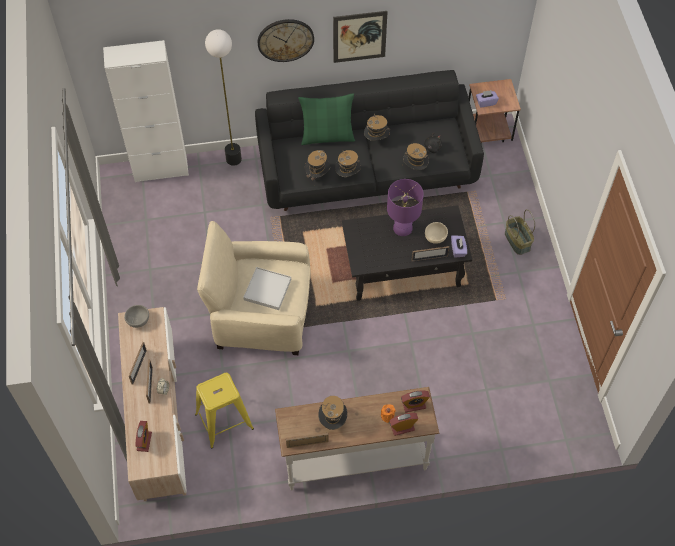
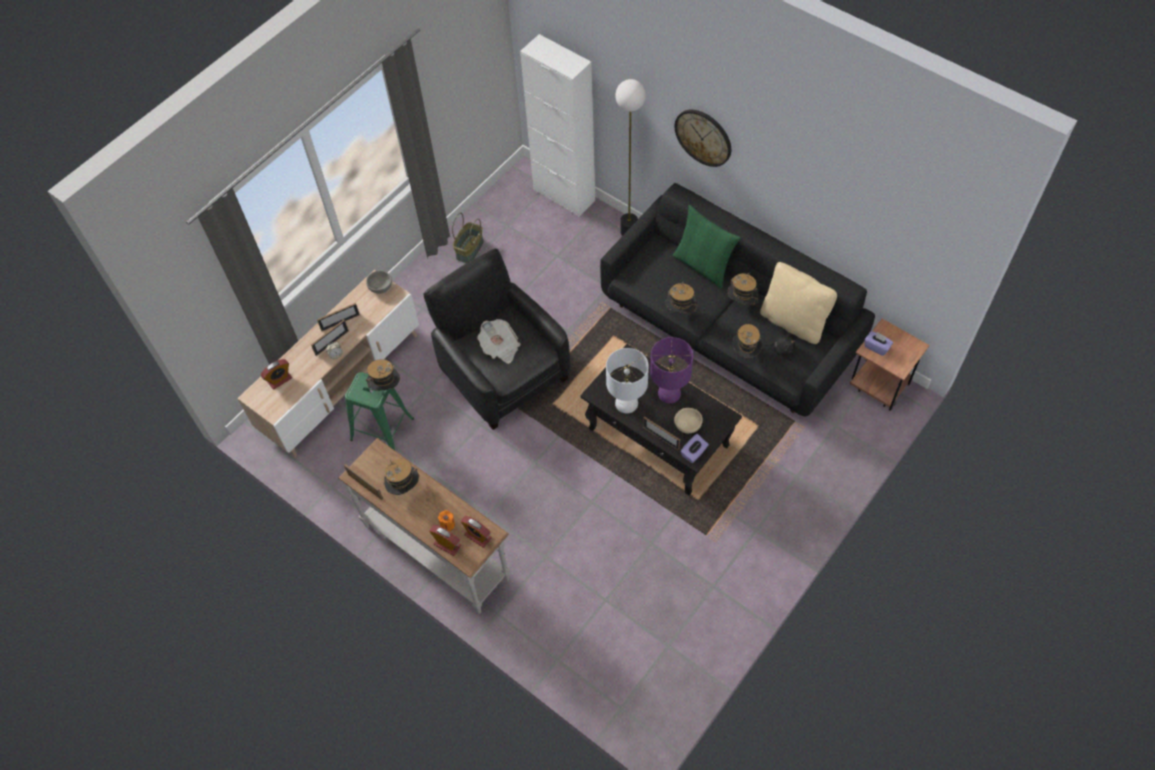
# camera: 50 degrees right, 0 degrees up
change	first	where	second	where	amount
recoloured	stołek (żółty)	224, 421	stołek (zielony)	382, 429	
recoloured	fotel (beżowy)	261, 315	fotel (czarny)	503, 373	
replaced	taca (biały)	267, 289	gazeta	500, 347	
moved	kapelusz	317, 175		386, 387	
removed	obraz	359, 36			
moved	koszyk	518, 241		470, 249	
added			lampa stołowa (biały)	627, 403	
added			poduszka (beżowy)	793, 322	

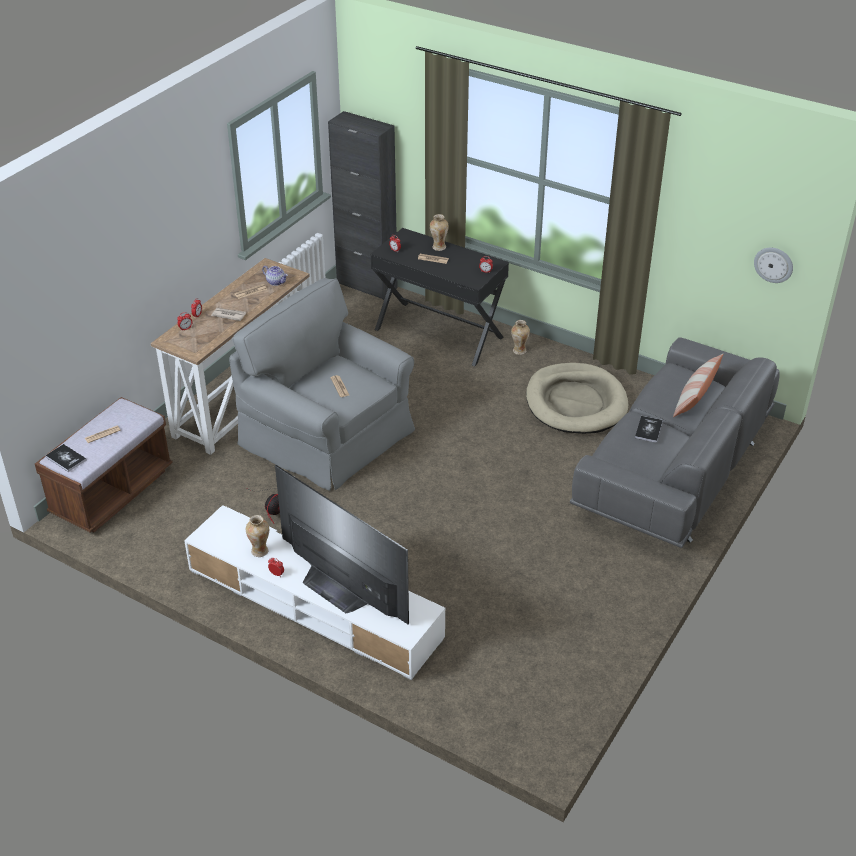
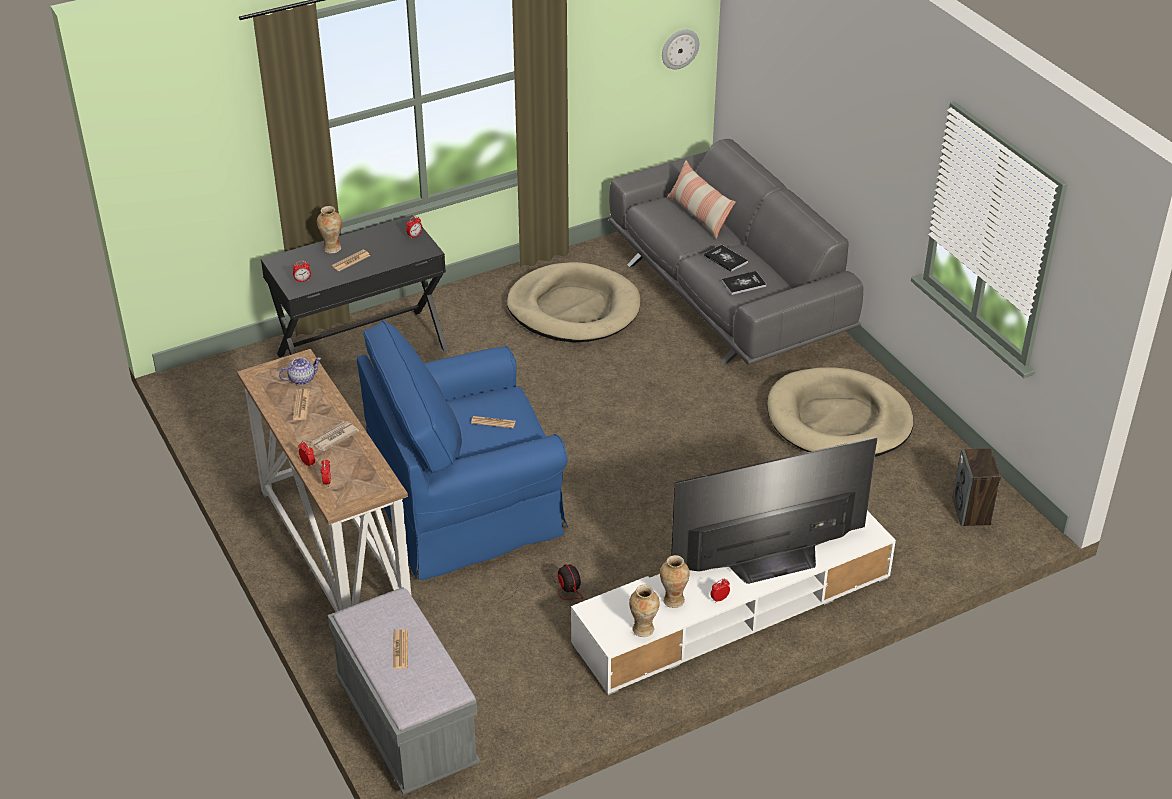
# camera: 60 degrees left, 0 degrees up
change	first	where	second	where	amount
recoloured	ławka (brązowy)	112, 492	ławka (szary)	406, 725	
moved	książka	66, 458		743, 284	
recoloured	fotel (szary)	329, 436	fotel (niebieski)	466, 502	
removed	szafka (czarny)	367, 285			
moved	wazon	519, 351		643, 630	
added			legowisko (beżowy)	838, 420	
added			głośnik	971, 512	

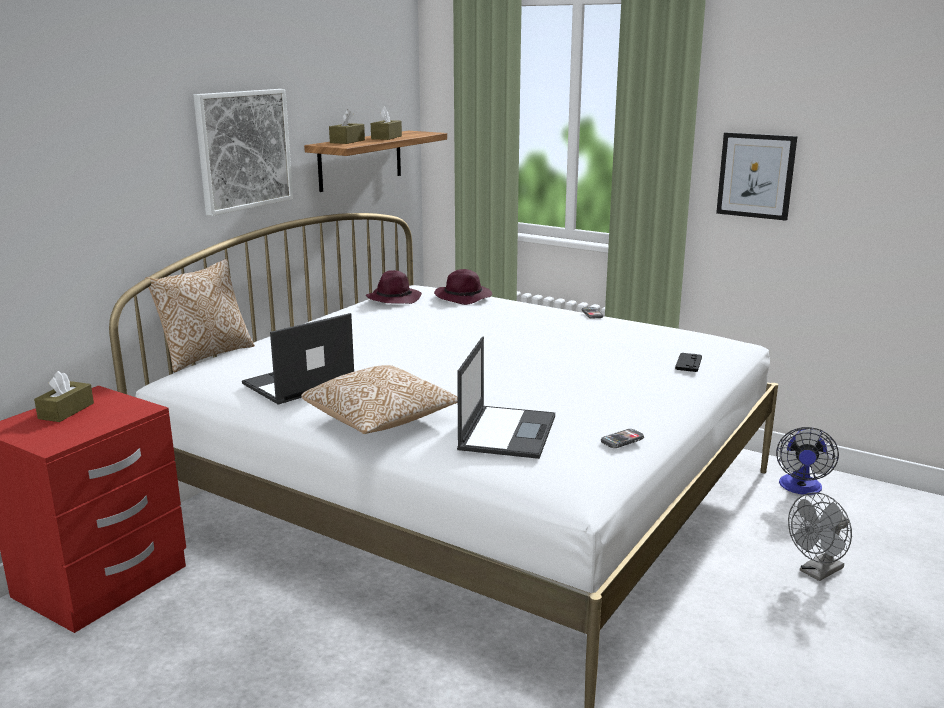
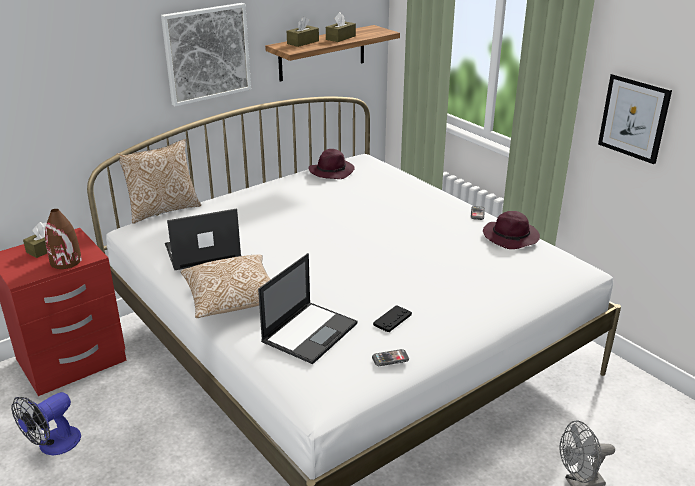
# camera: 20 degrees right, 10 degrees up
change	first	where	second	where	amount
moved	kapelusz (fioletowy)	464, 297		511, 237	
moved	pad do gier (czarny)	688, 363		392, 319	
moved	wentylator	800, 488		53, 445	
added			wazon (brązowy)	66, 261	

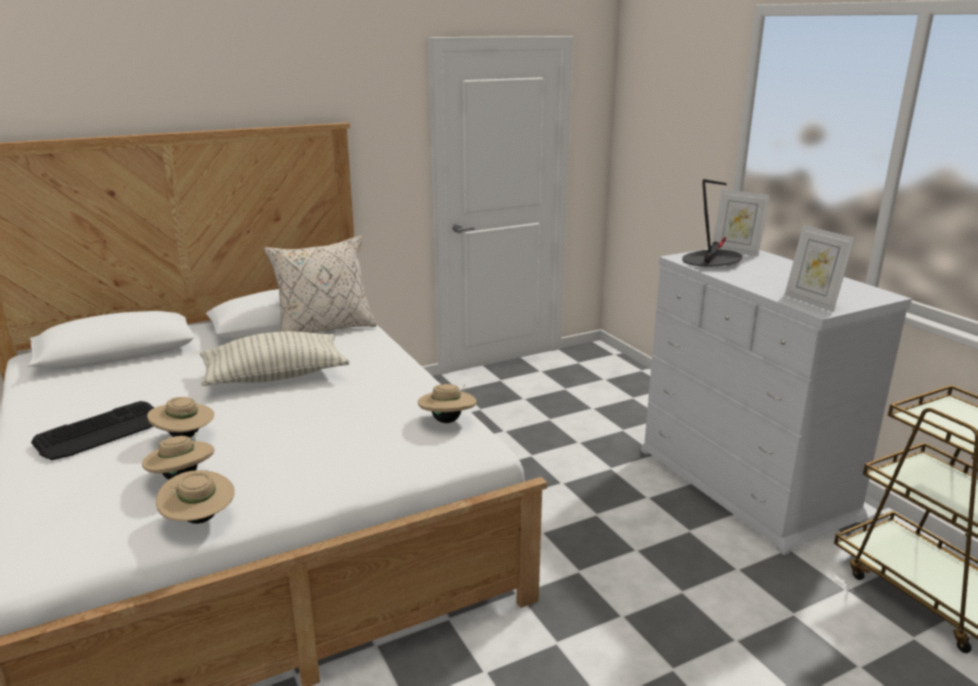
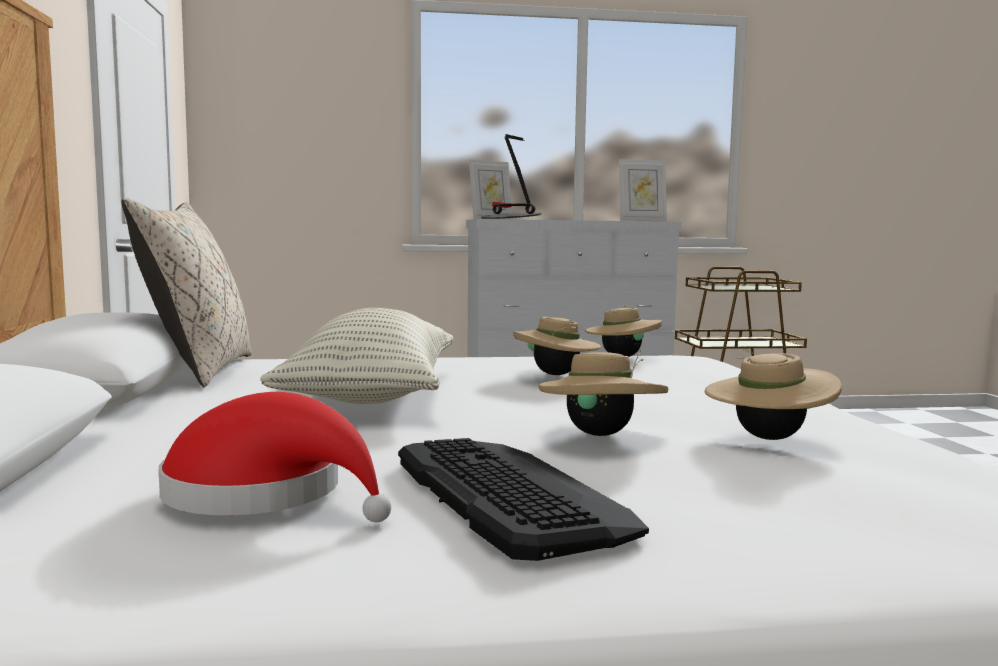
# camera: 70 degrees left, 15 degrees down
change	first	where	second	where	amount
moved	kapelusz (beżowy)	199, 519		556, 375	
added			kapelusz (czerwony)	266, 495	

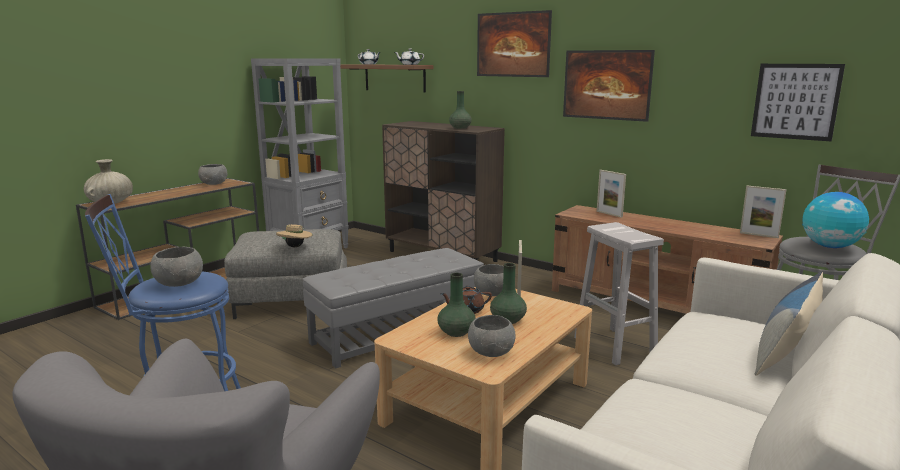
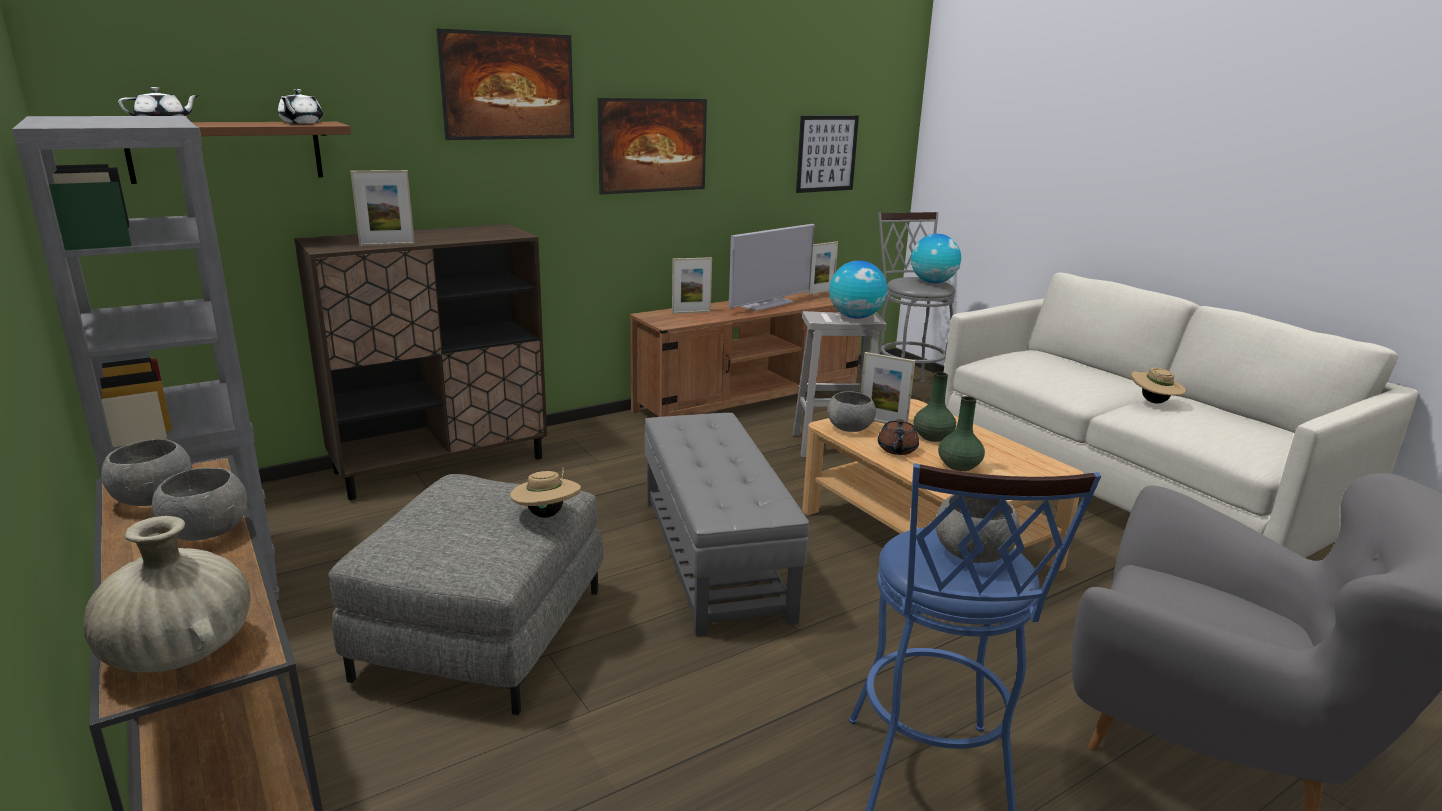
# camera: 70 degrees left, 5 degrees up
change	first	where	second	where	amount
removed	wazon (zielony)	460, 128			
moved	miska (szary)	491, 352		206, 531	
removed	poduszka	785, 351			
added			ramka na zdjęcie	387, 244	
added			telewizor	767, 304	
added			globus	855, 317	
added			kapelusz (beżowy)	1154, 402	

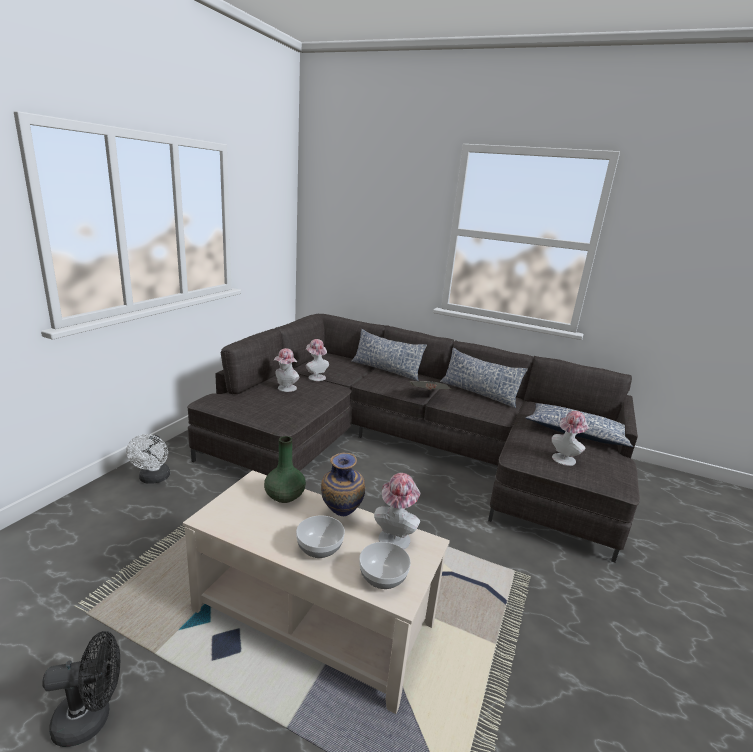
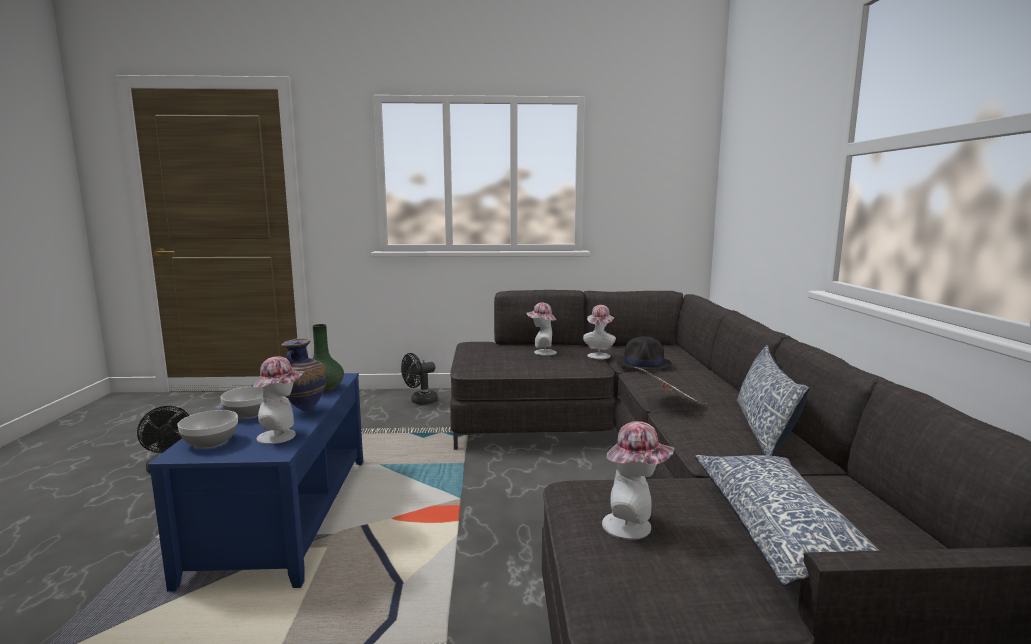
# camera: 65 degrees right, 10 degrees down
change	first	where	second	where	amount
recoloured	wentylator (biały)	153, 479	wentylator (czarny)	420, 402	
recoloured	ława (beżowy)	314, 617	ława (niebieski)	285, 514	
removed	poduszka	386, 369			
added			kapelusz (czarny)	644, 363	

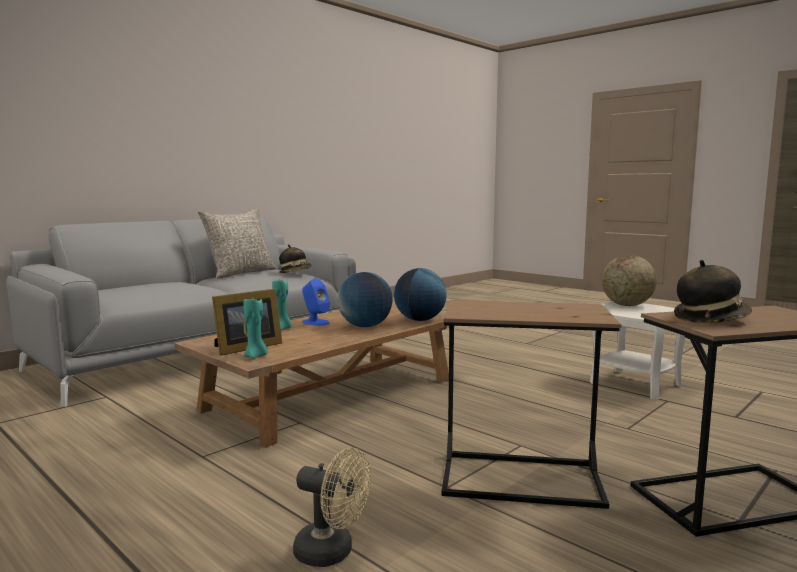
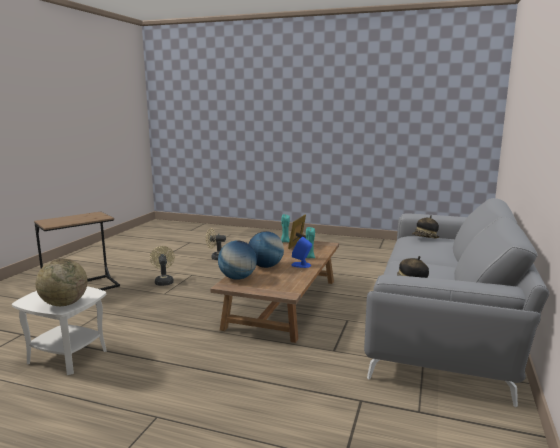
# camera: 155 degrees right, 5 degrees up
change	first	where	second	where	amount
removed	poduszka (szary)	240, 273			
replaced	stolik (brązowy)	521, 479	wentylator (beżowy)	163, 281	
moved	kapelusz	710, 319		425, 238	

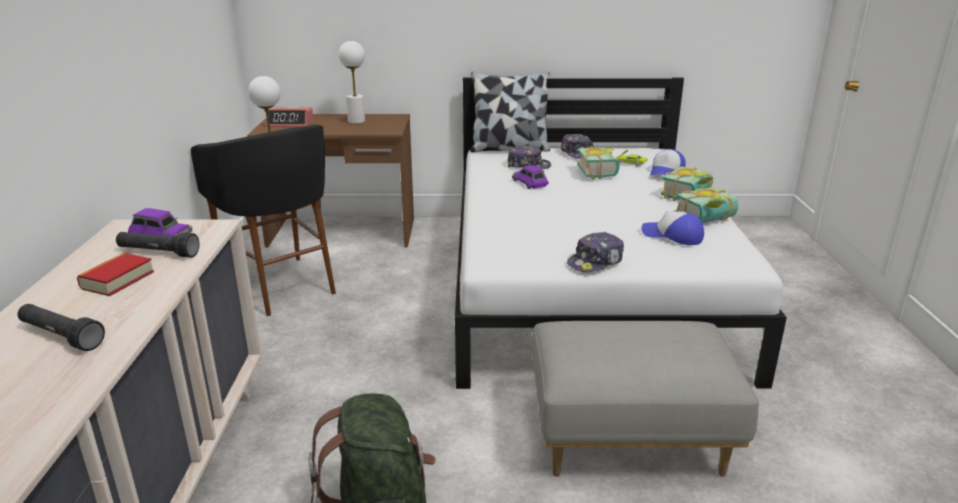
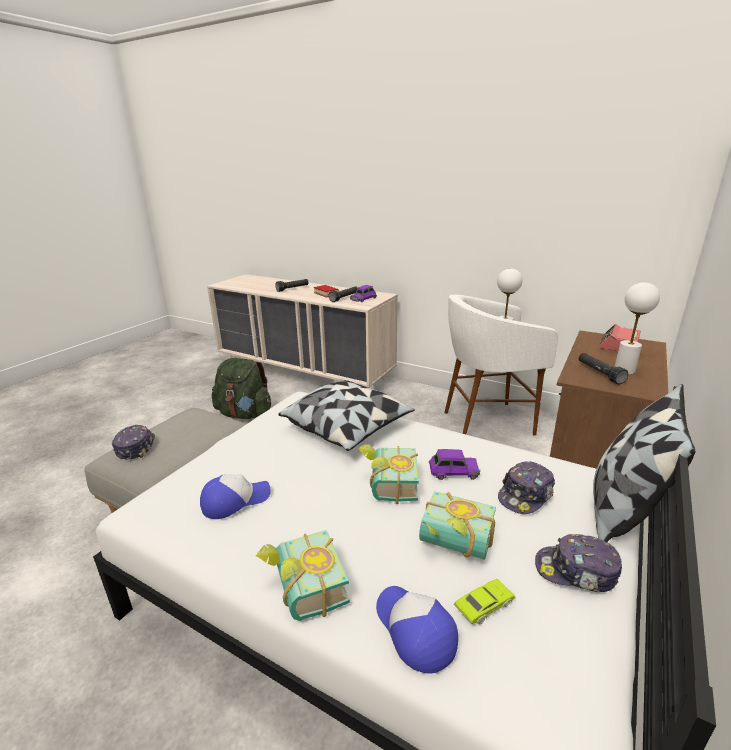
# camera: 120 degrees right, 0 degrees up
change	first	where	second	where	amount
recoloured	stołek (czarny)	281, 286	stołek (biały)	486, 422	
moved	czapka z daszkiem	596, 262		135, 447	
moved	książka	708, 220		388, 485	
added			poduszka	348, 428	
added			latarka (czarny)	599, 373	

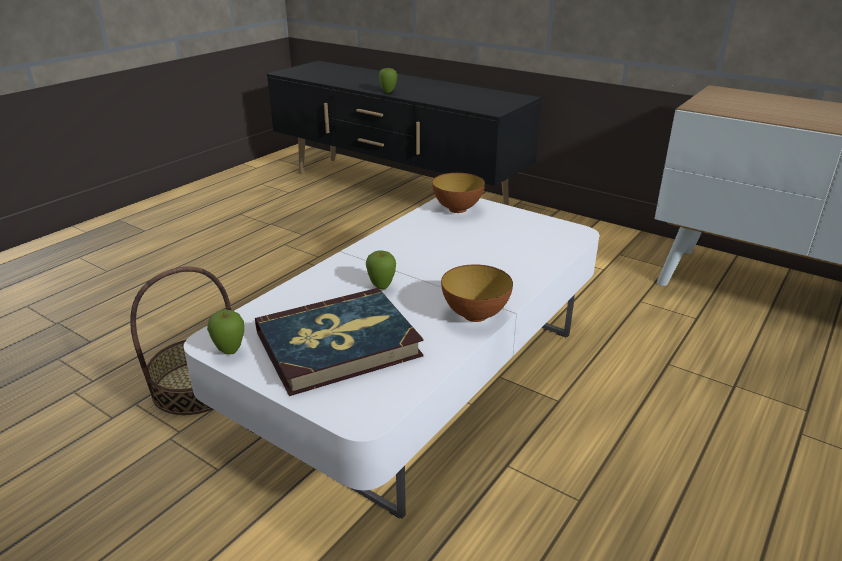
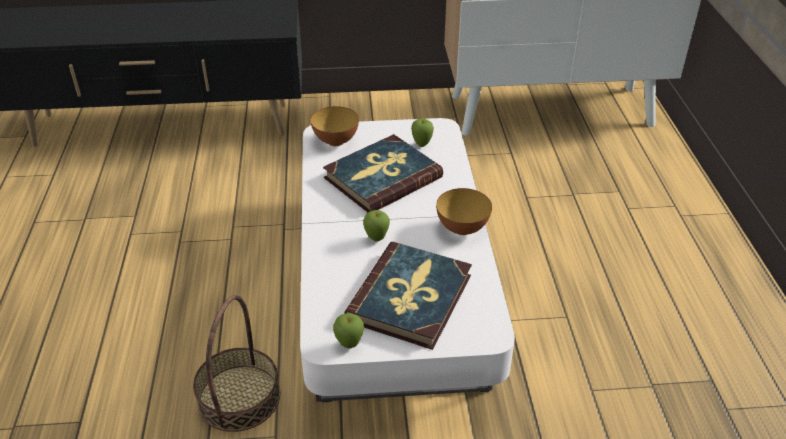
# camera: 40 degrees left, 10 degrees up
change	first	where	second	where	amount
moved	jabłko	388, 92		422, 145	
added			książka	382, 177	

